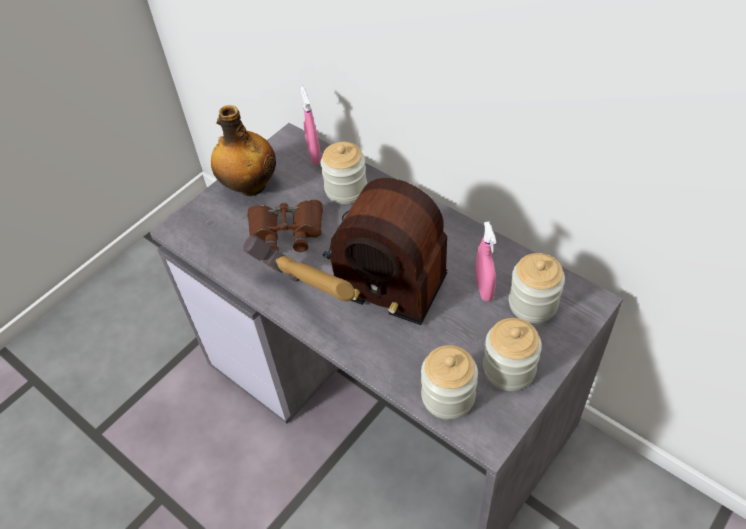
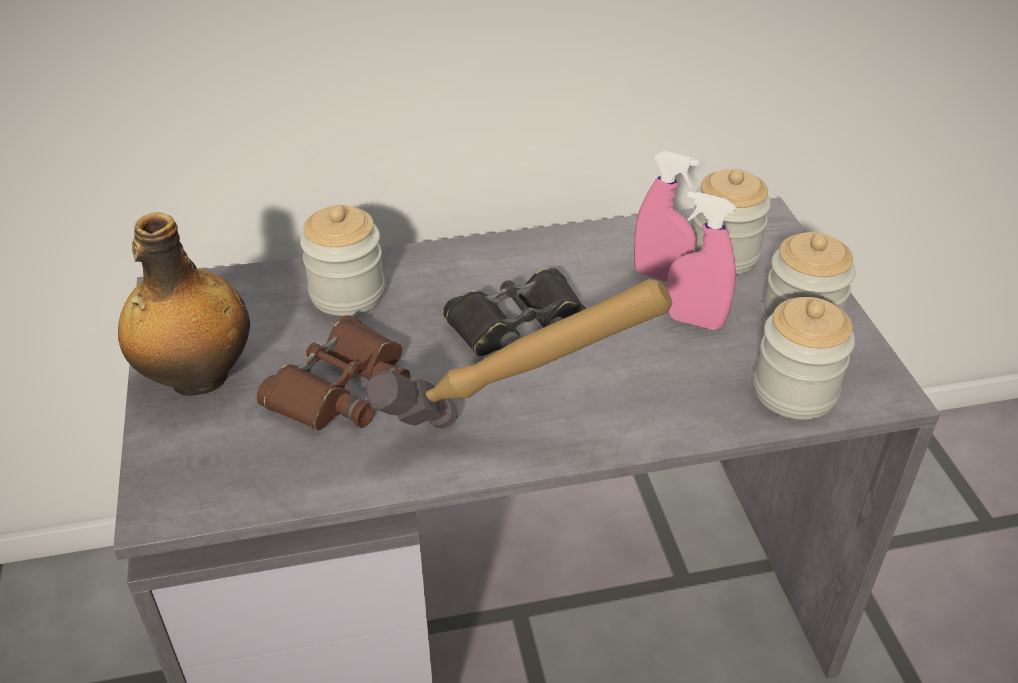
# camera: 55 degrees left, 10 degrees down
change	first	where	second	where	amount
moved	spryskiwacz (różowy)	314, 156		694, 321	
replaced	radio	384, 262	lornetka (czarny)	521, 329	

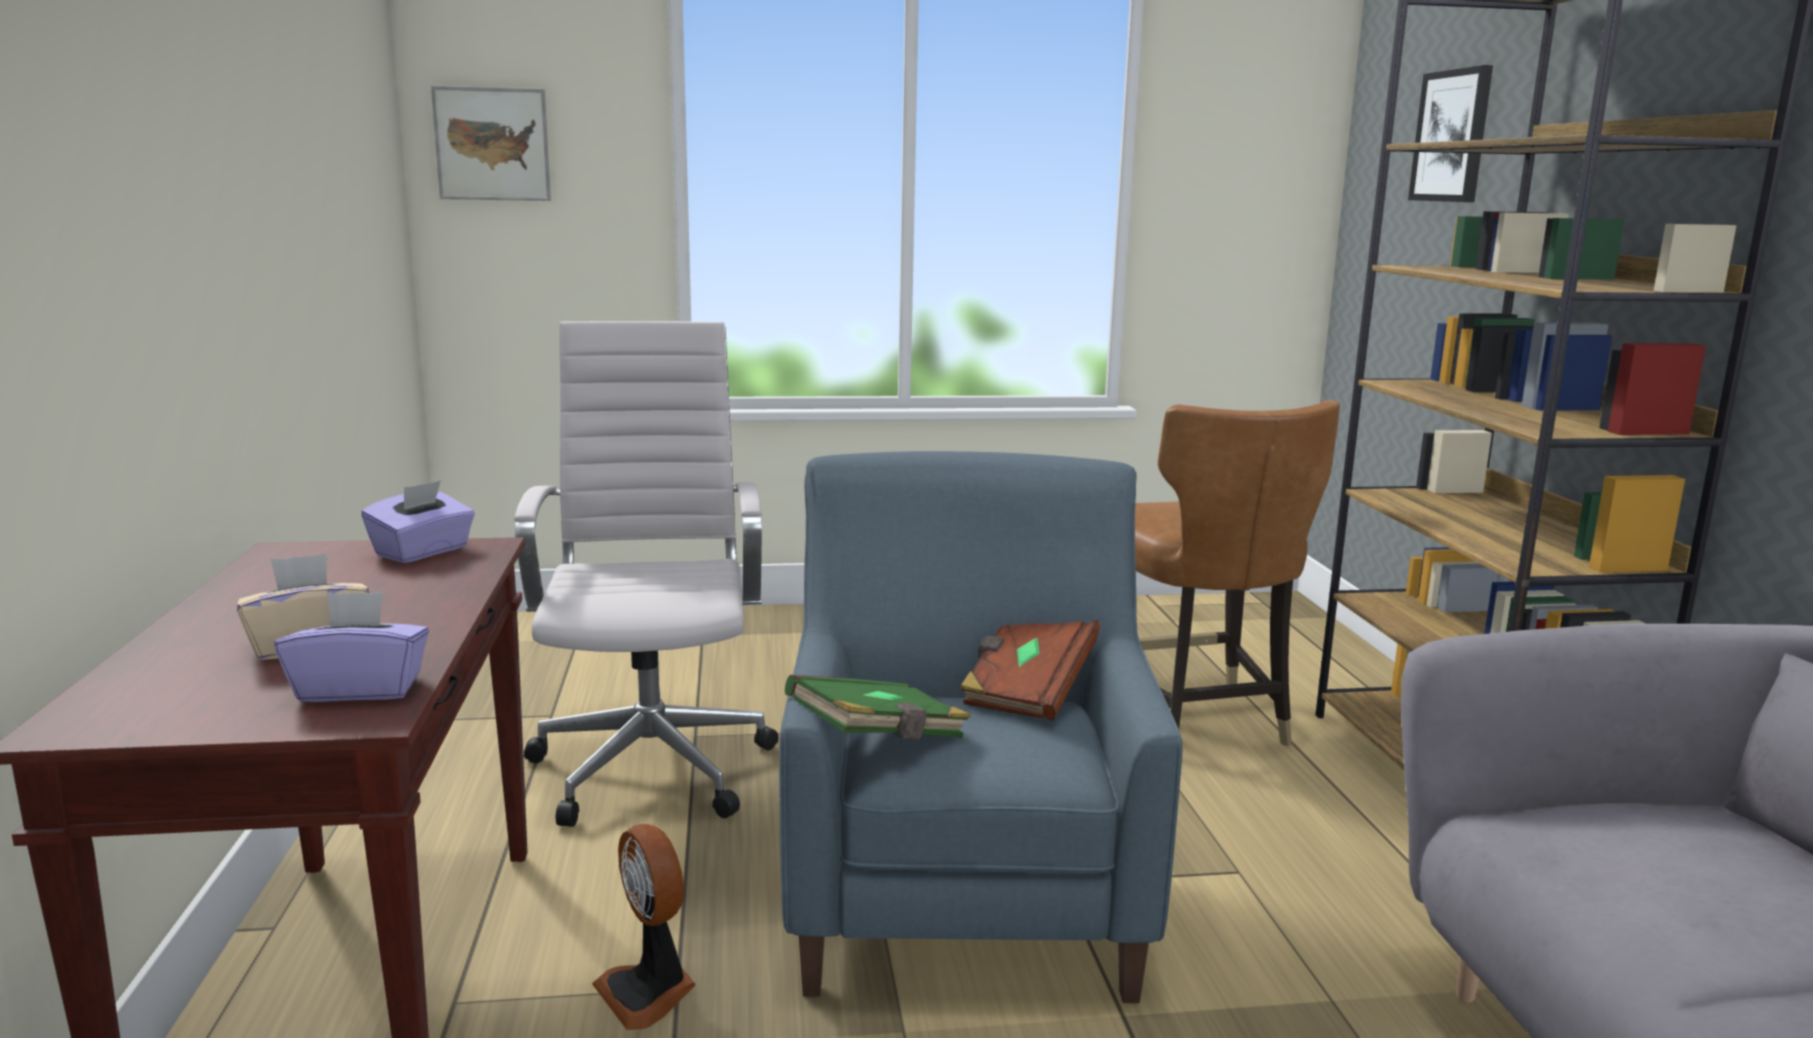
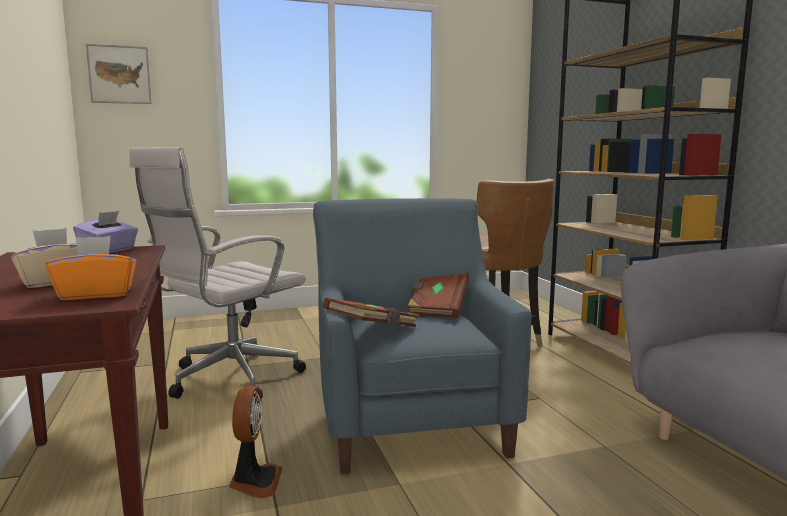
# camera: 10 degrees left, 5 degrees down
change	first	where	second	where	amount
recoloured	pudełko chusteczek (fioletowy)	360, 689	pudełko chusteczek (pomarańczowy)	96, 294	
turned	krzesło biurowe (biały)	653, 764		228, 379	120 degrees counterclockwise
turned	wentylator	649, 992		254, 481	135 degrees counterclockwise
recoloured	książka (zielony)	879, 739	książka (brązowy)	373, 330	
removed	obraz	1452, 136			

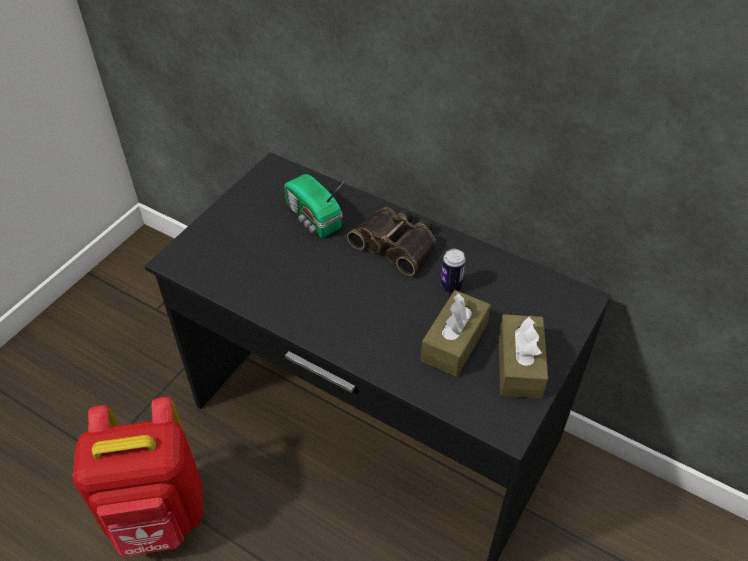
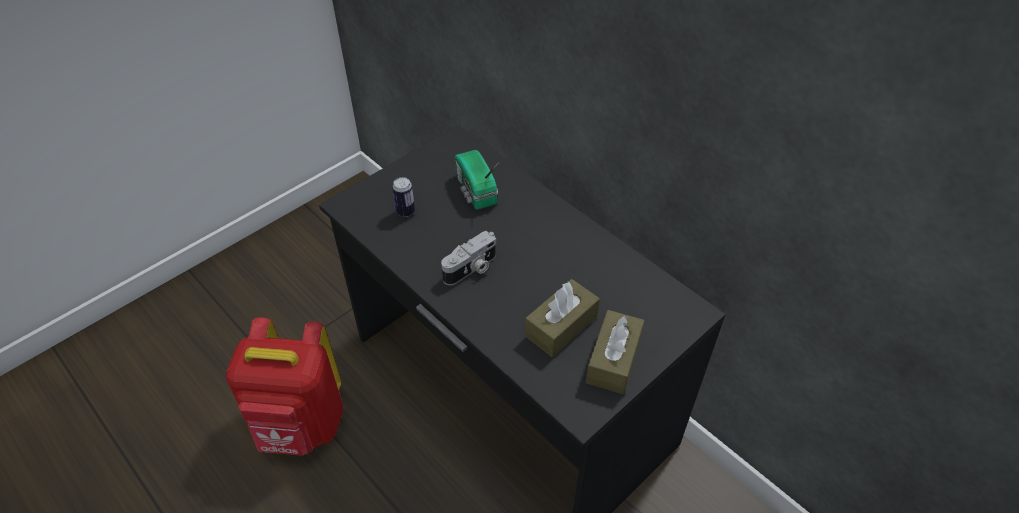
# camera: 15 degrees right, 0 degrees up
change	first	where	second	where	amount
removed	lornetka	397, 244			
moved	puszka	451, 287		405, 211	
added			aparat fotograficzny	471, 269	

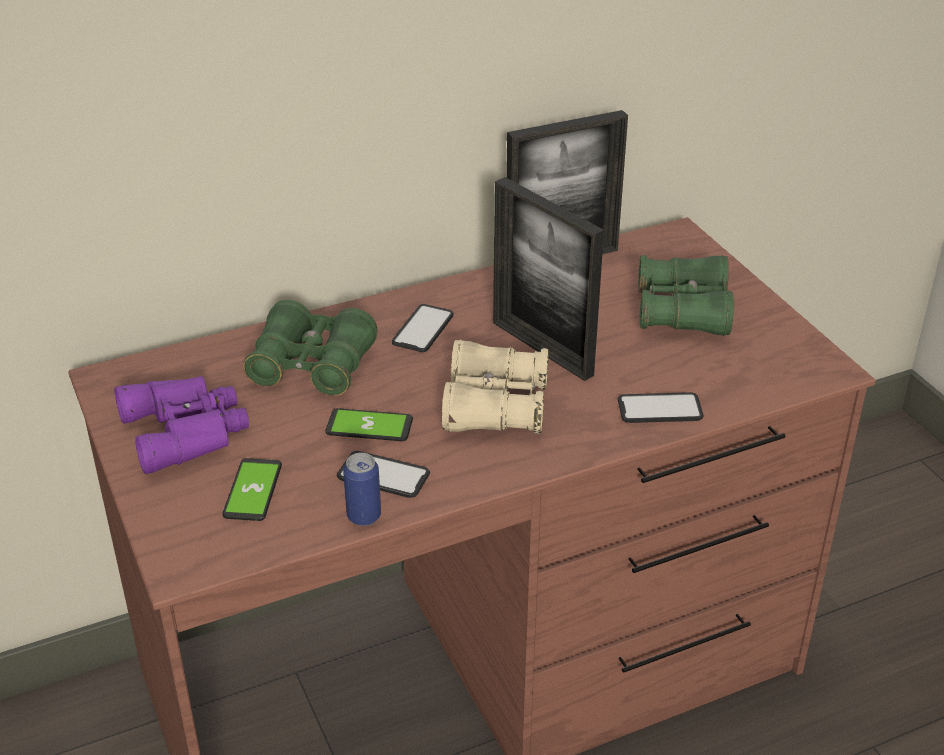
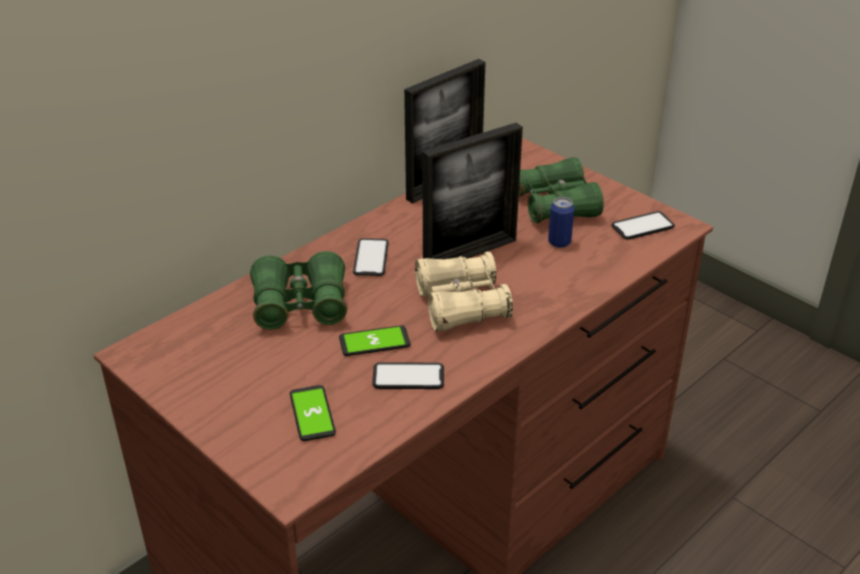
# camera: 20 degrees left, 0 degrees up
change	first	where	second	where	amount
removed	lornetka (fioletowy)	187, 430			
moved	puszka	364, 516		559, 242	
turned	ramka na zdjęcie	542, 348		470, 253	60 degrees counterclockwise
moved	telefon	660, 409		642, 226	

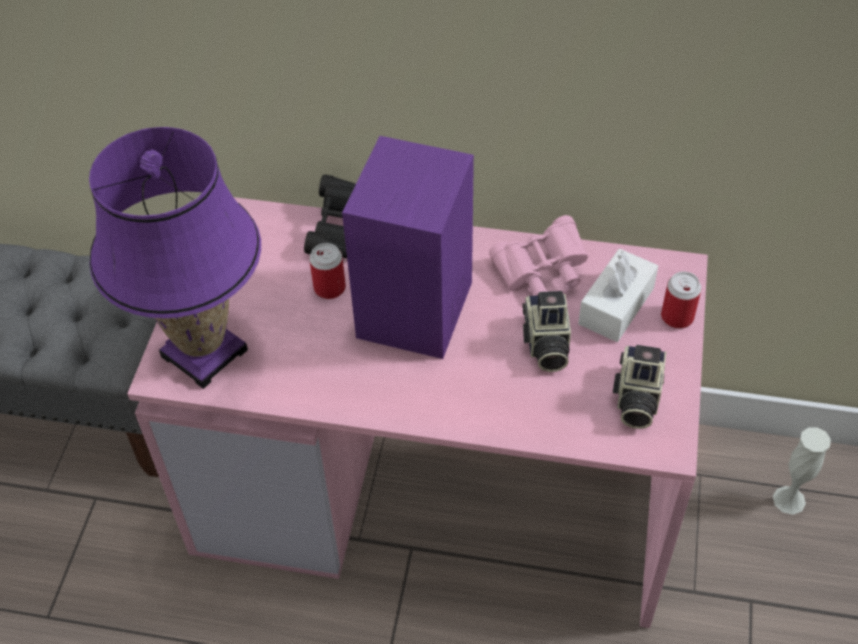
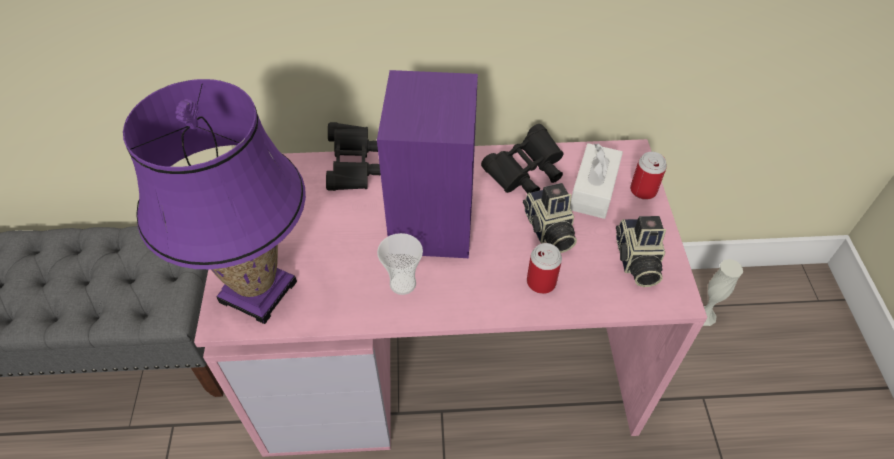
# camera: 15 degrees left, 0 degrees up
change	first	where	second	where	amount
moved	puszka	329, 288		541, 282	
recoloured	lornetka (różowy)	541, 273	lornetka (czarny)	525, 174	
added			filiżanka	403, 283	

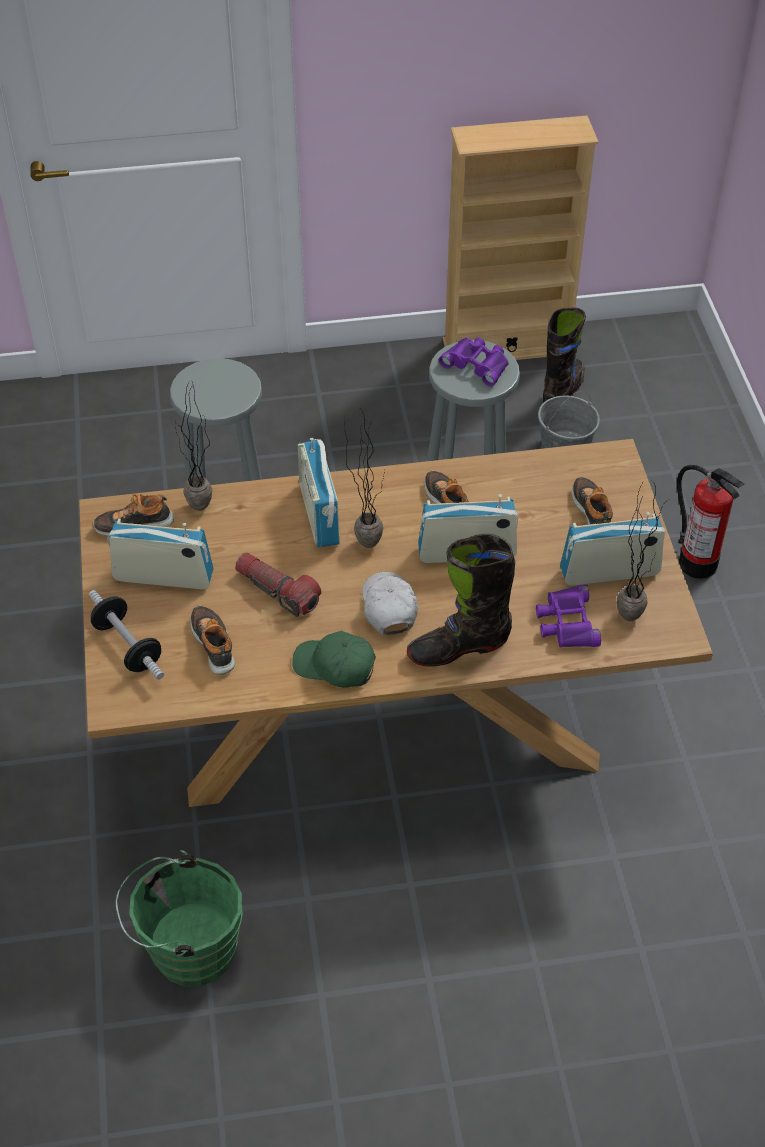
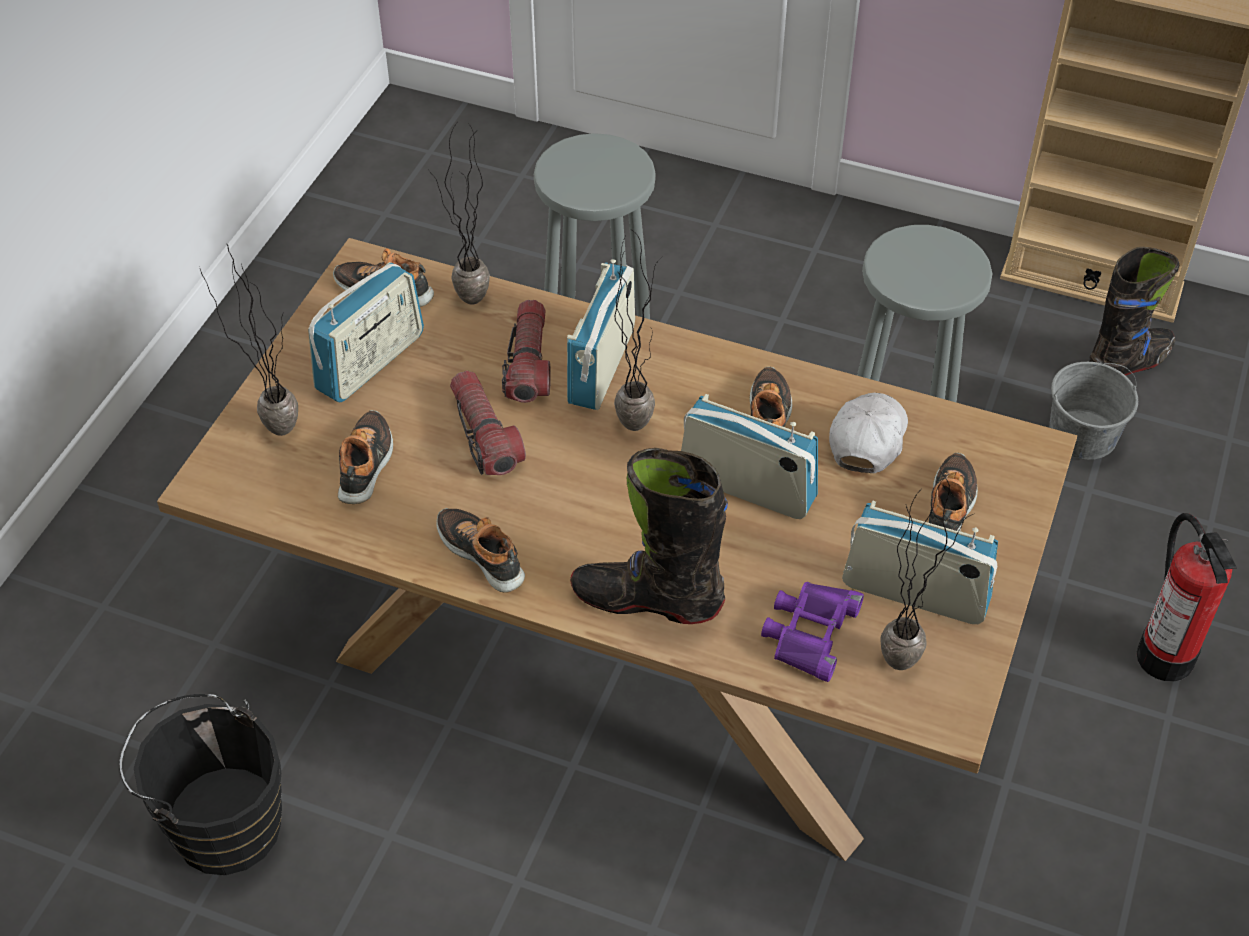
# camera: 30 degrees right, 0 degrees up
change	first	where	second	where	amount
replaced	hantel	128, 646	roślina doniczkowa	272, 424	
turned	radio	163, 577		371, 362	90 degrees clockwise
recoloured	wiadro (zielony)	187, 948	wiadro (czarny)	220, 822	
replaced	czapka z daszkiem (zielony)	335, 666	but	482, 554	
moved	czapka z daszkiem (biały)	389, 607		867, 439	
removed	lornetka (fioletowy)	477, 364			
added			latarka	529, 363	

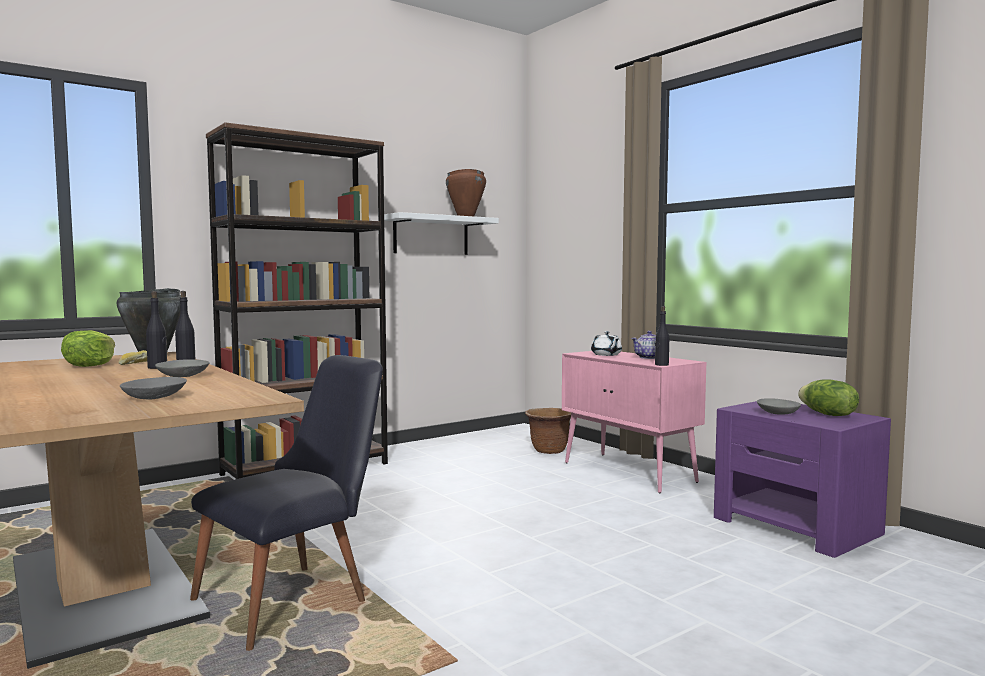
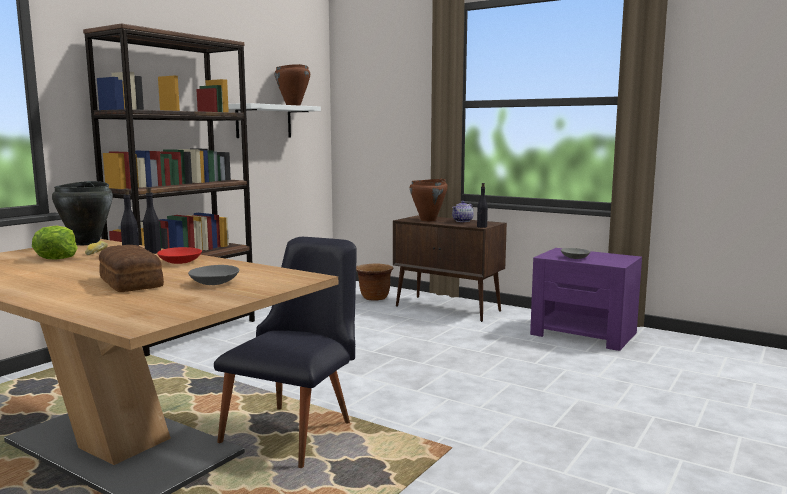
# camera: 20 degrees left, 5 degrees up
change	first	where	second	where	amount
recoloured	miska (szary)	183, 376	miska (czerwony)	180, 262	
recoloured	szafka (różowy)	629, 472	szafka (brązowy)	448, 309	
replaced	imbryk (biały)	606, 355	garnek (brązowy)	428, 220	
removed	sałata	827, 414			
added			chleb	130, 283	

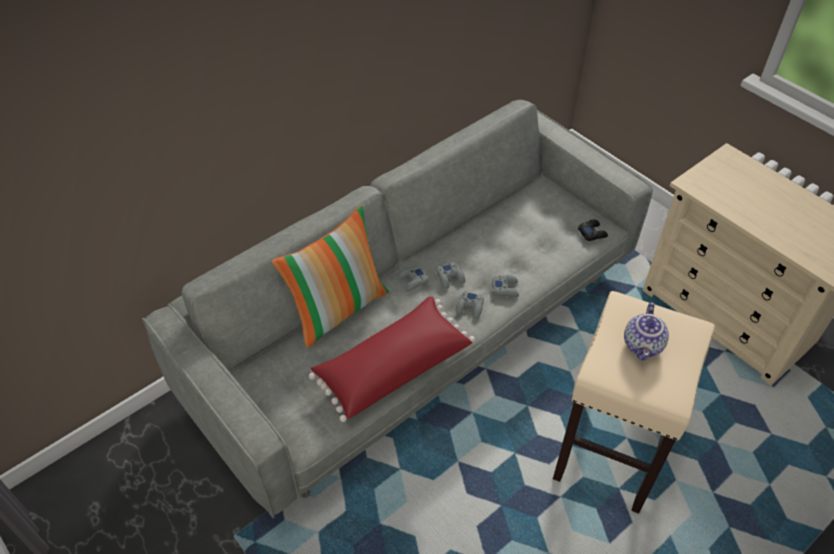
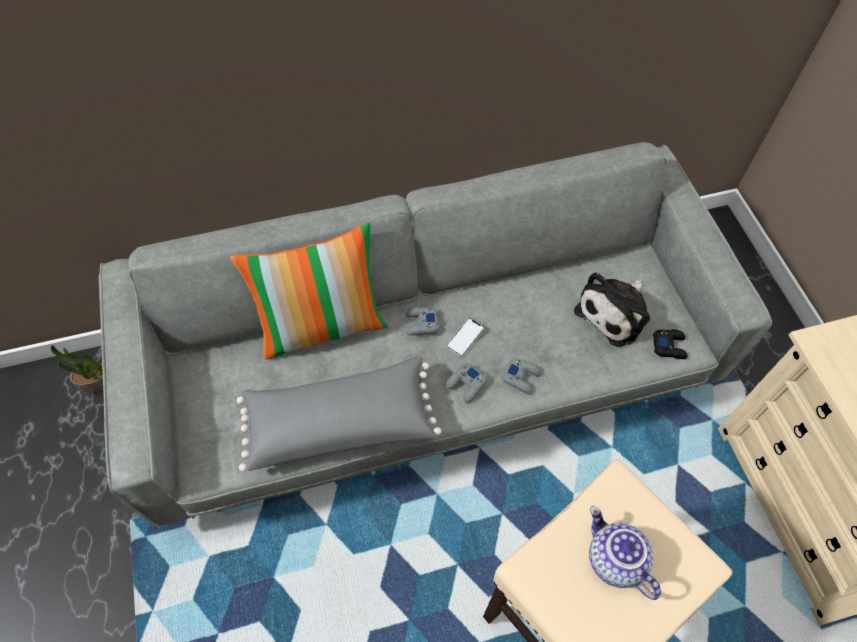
# camera: 25 degrees right, 10 degrees up
change	first	where	second	where	amount
recoloured	poduszka (czerwony)	392, 366	poduszka (szary)	340, 422	
replaced	pad do gier (szary)	450, 278	telefon	465, 337	
turned	imbryk	643, 345		613, 560	105 degrees clockwise
added			roślina doniczkowa	98, 382	
added			pluszak	615, 312	

